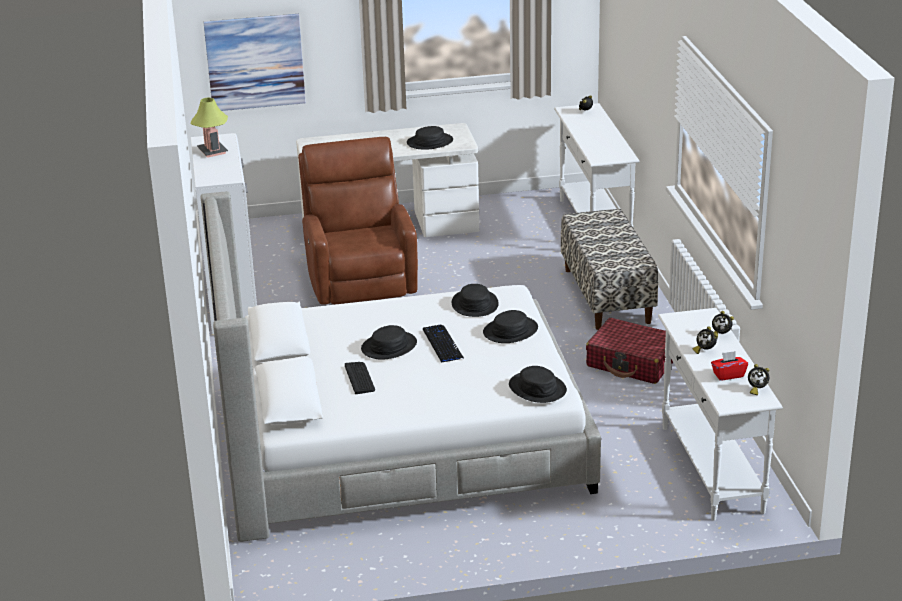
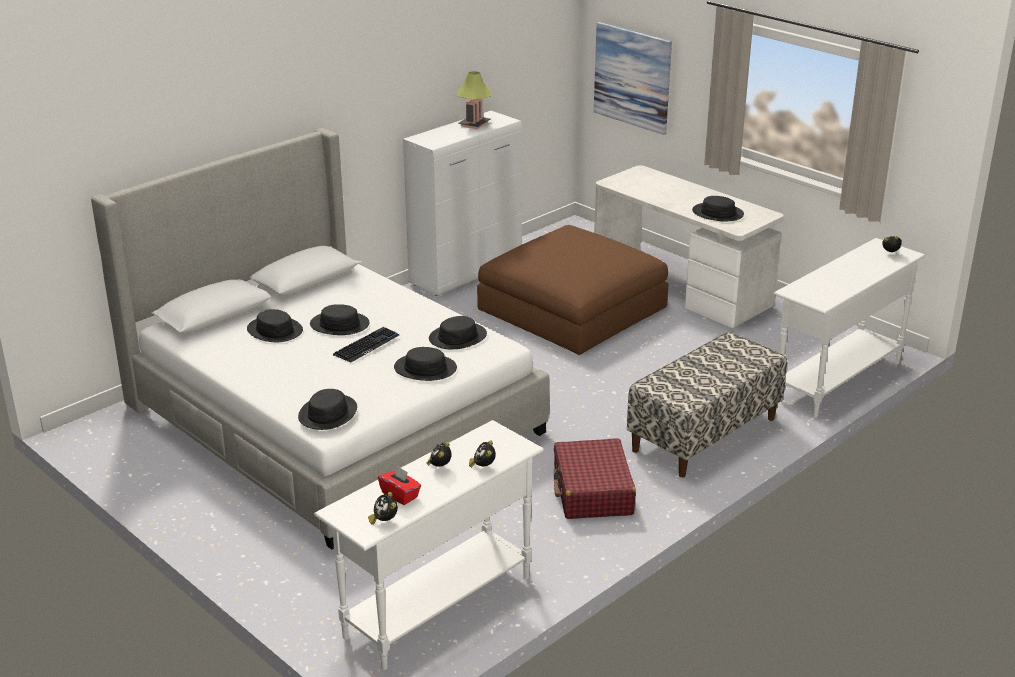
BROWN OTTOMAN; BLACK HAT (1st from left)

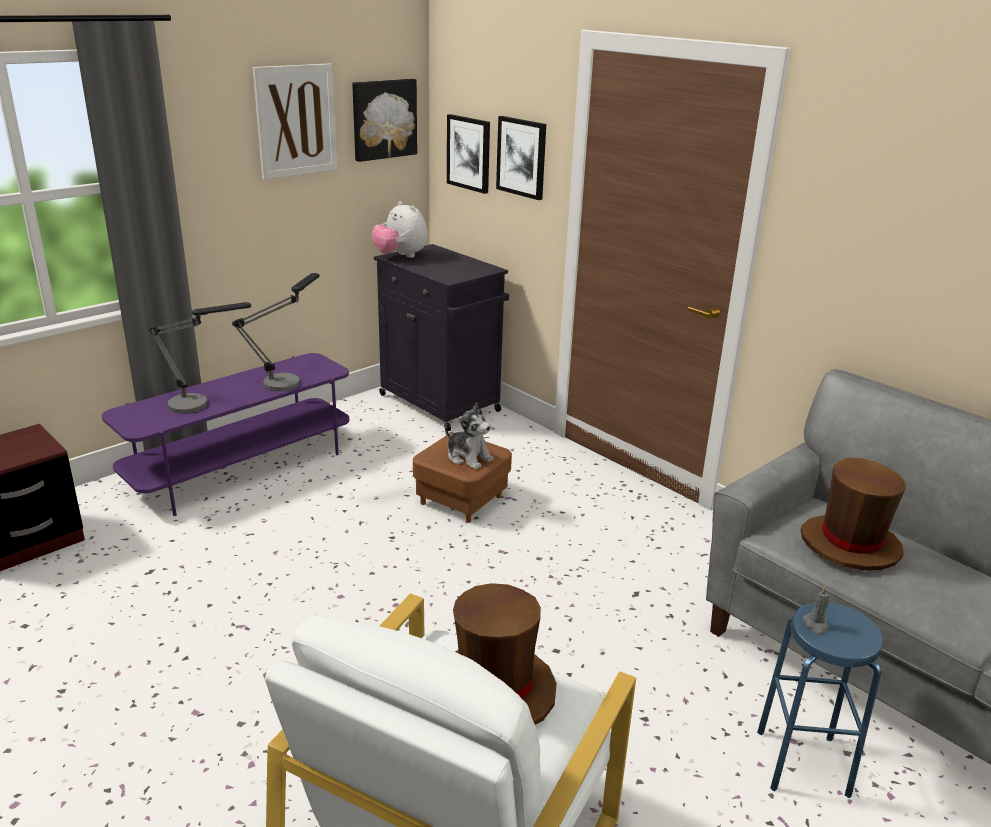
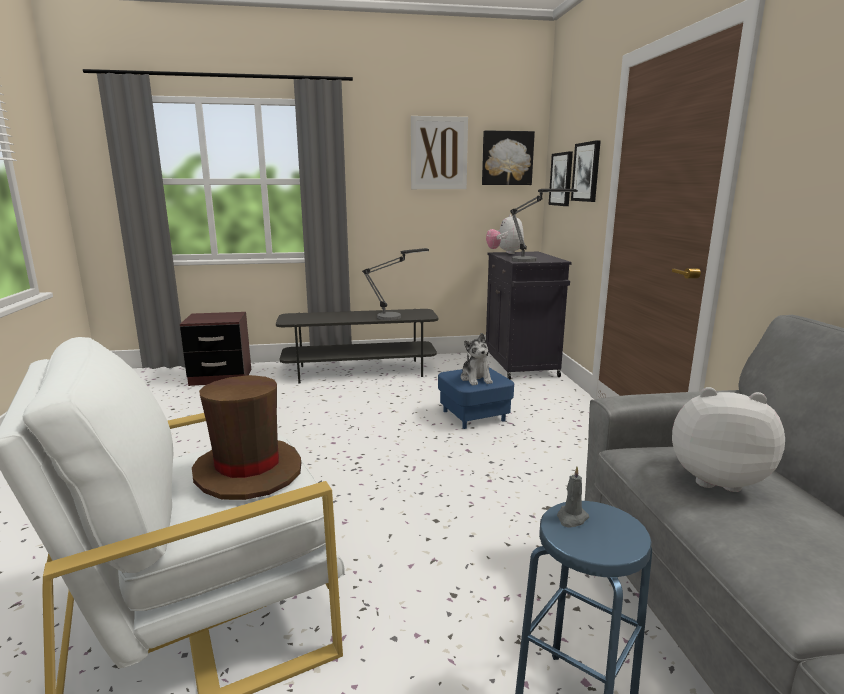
TABLE LAMP (2nd from left); GREY TV STAND; BLUE OTTOMAN; PLUSH TOY (3rd from left)

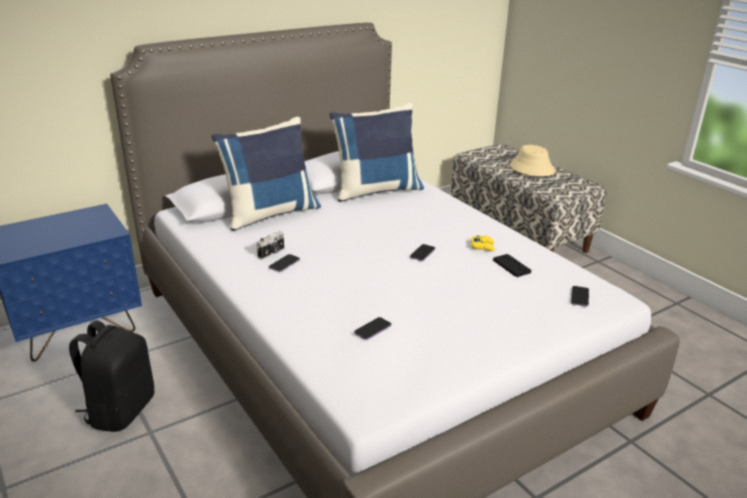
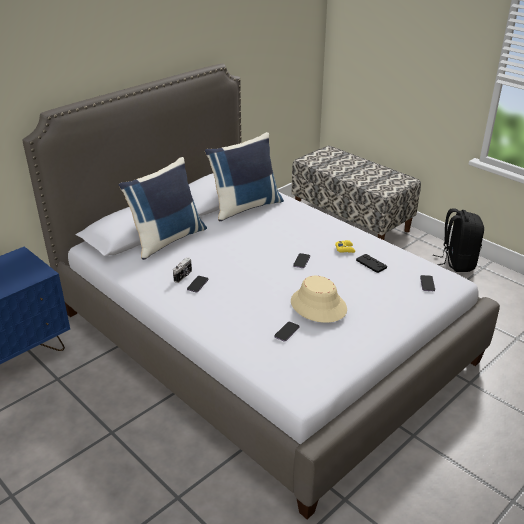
BEIGE HAT; BLACK BACKPACK

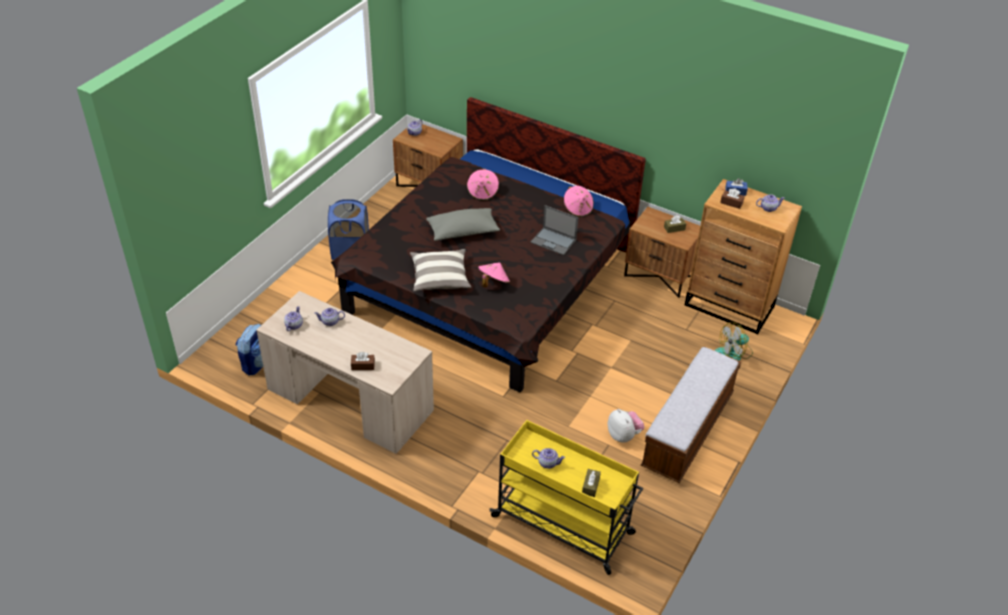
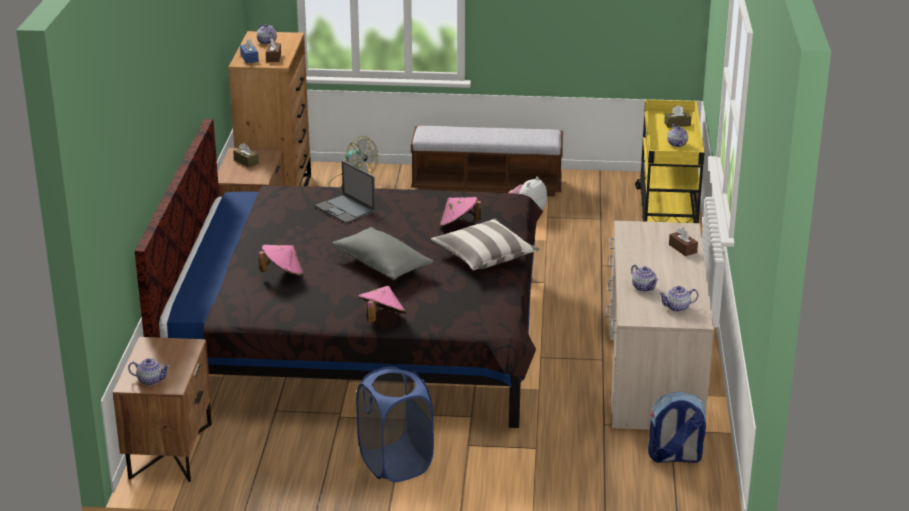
PINK HAT (2nd from left); LAPTOP

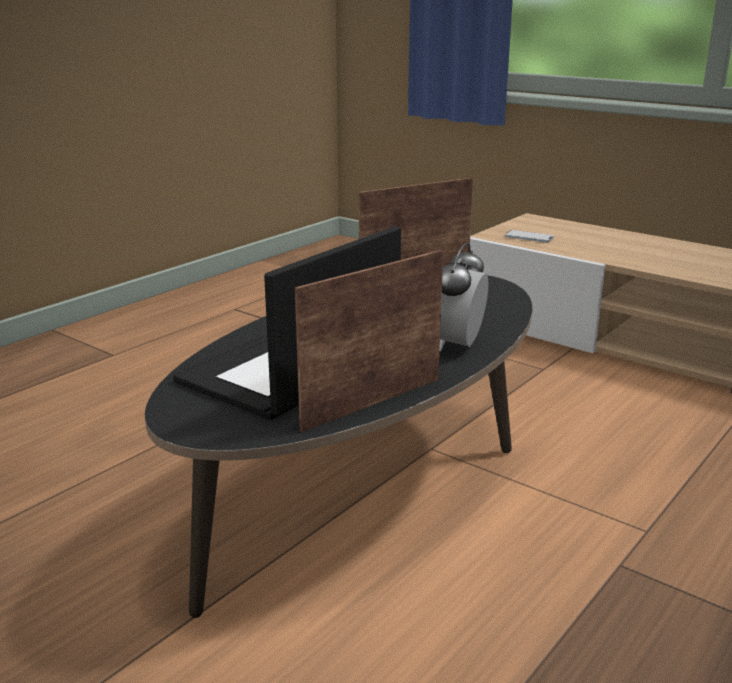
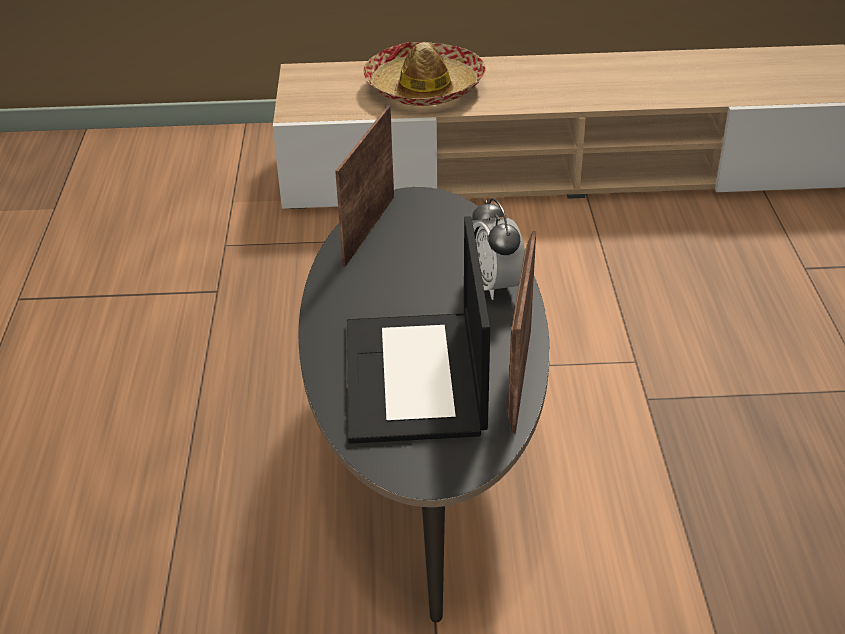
PHONE; HAT

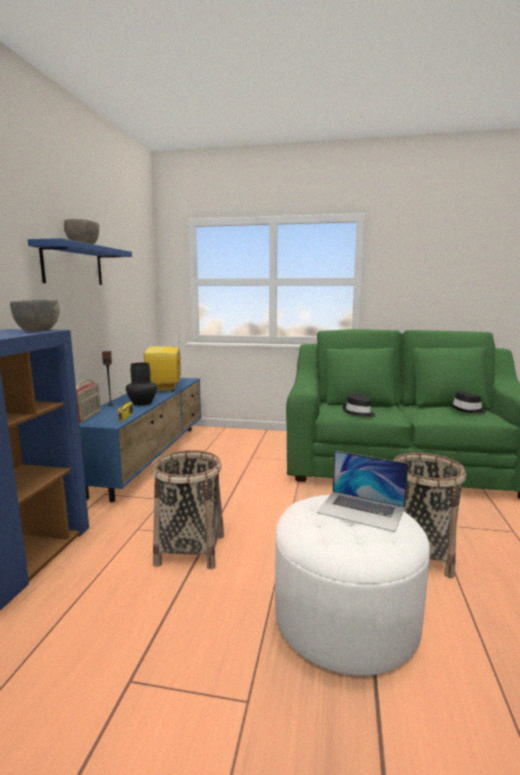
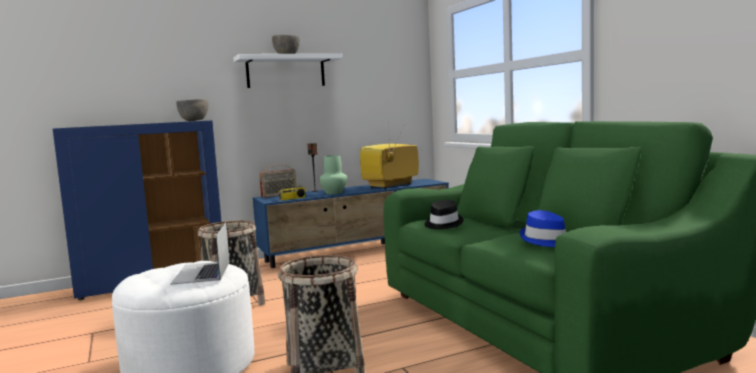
WHITE SHELF; GREEN VASE; BLUE HAT

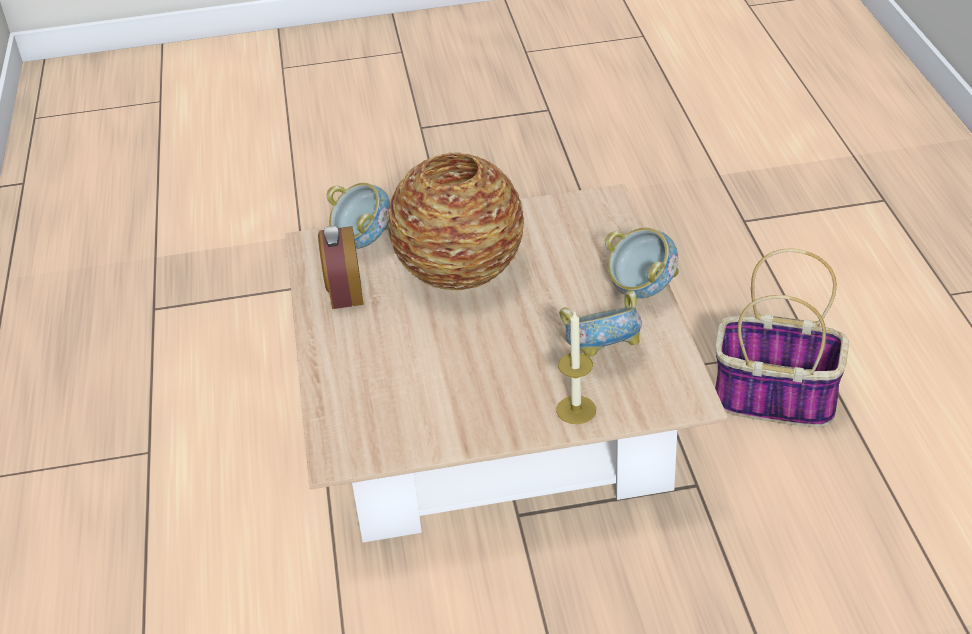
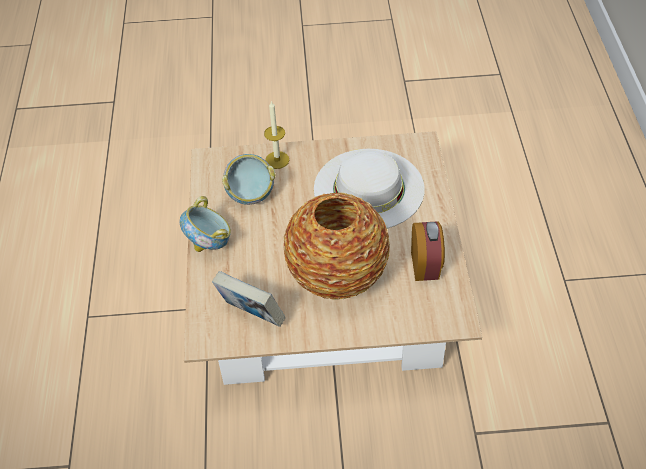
BOWL (1st from left in the first image); BASKET; WHITE HAT; BOOK

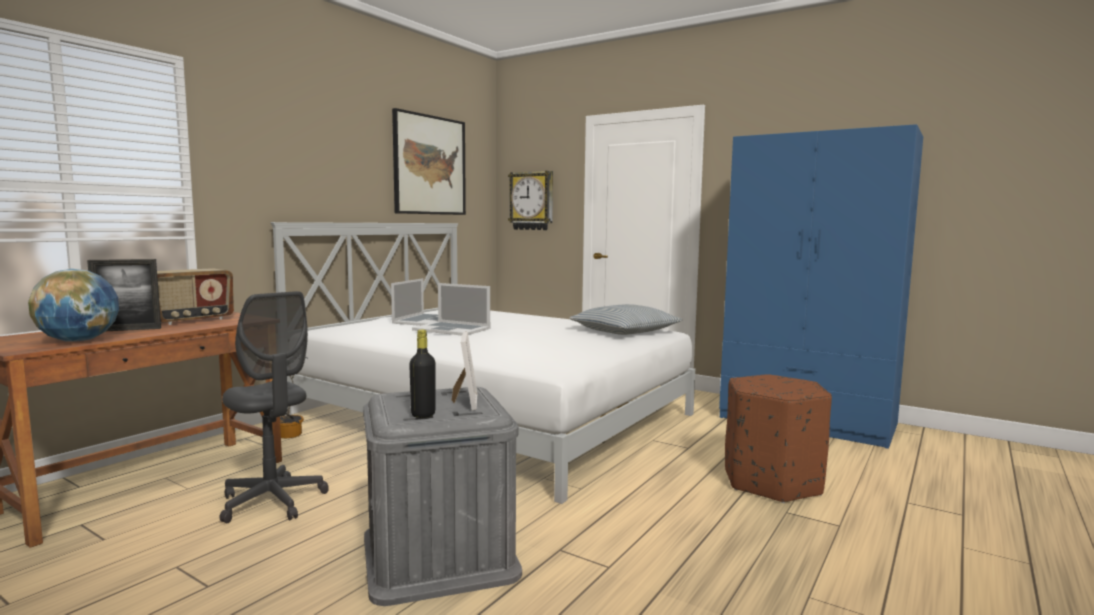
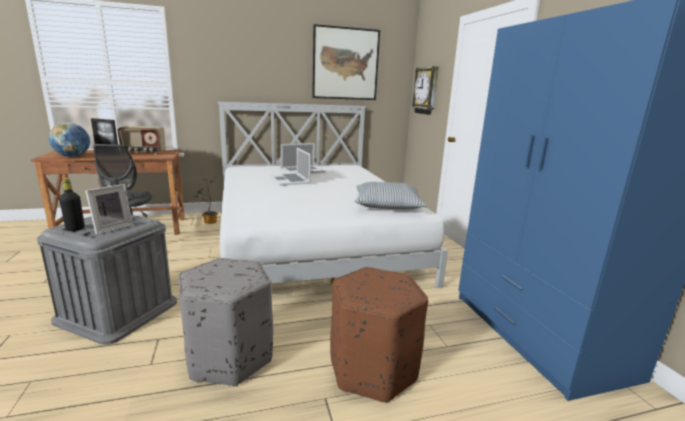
GREY OTTOMAN

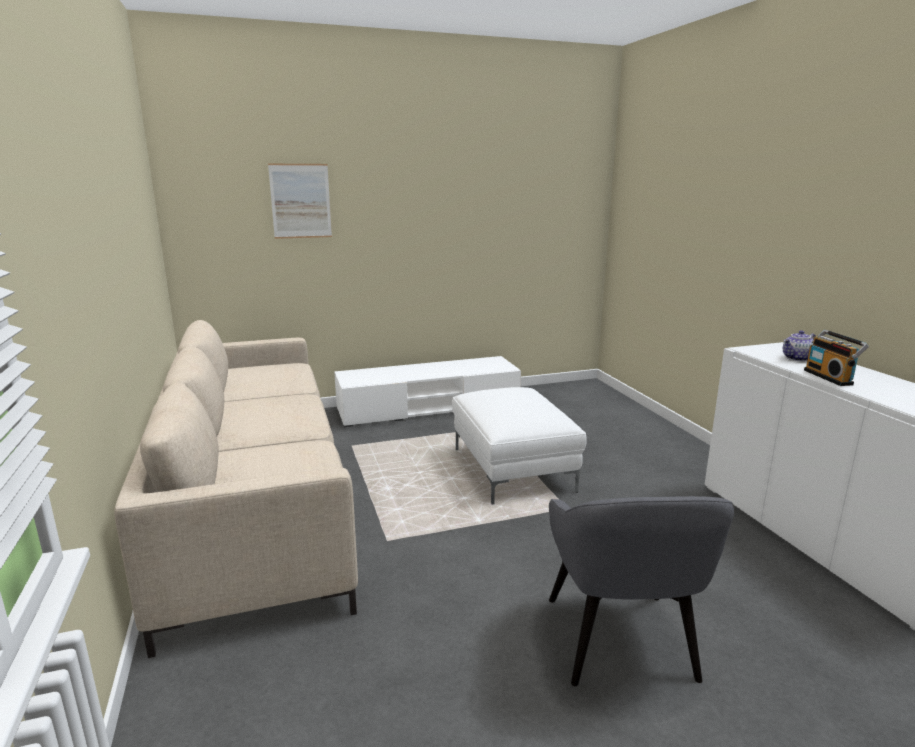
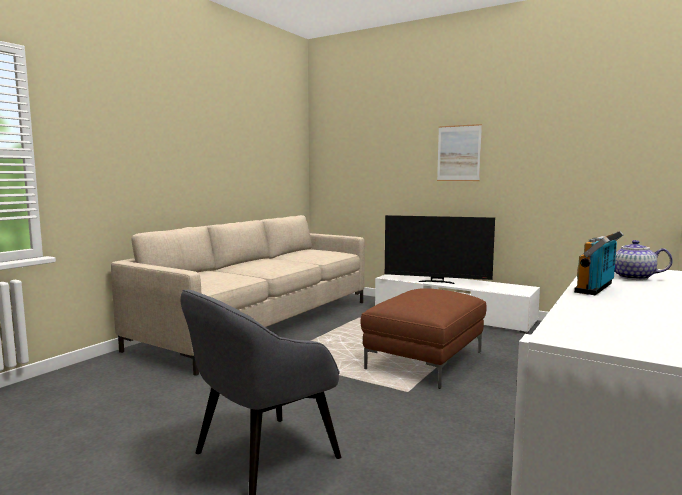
PICTURE; BROWN OTTOMAN; TELEVISION

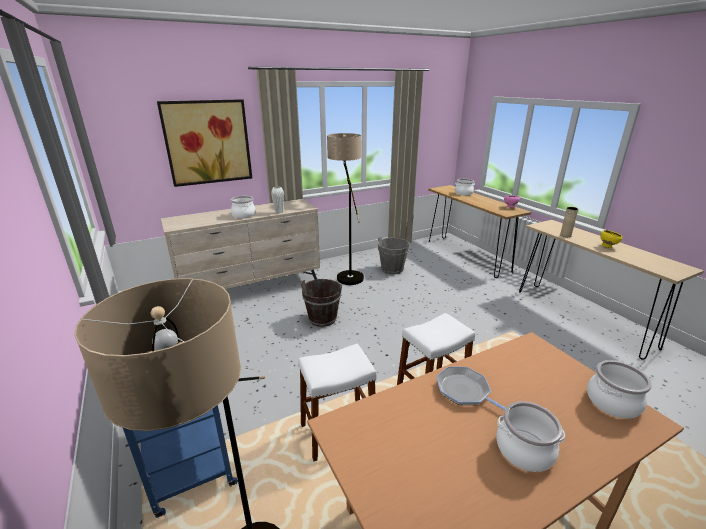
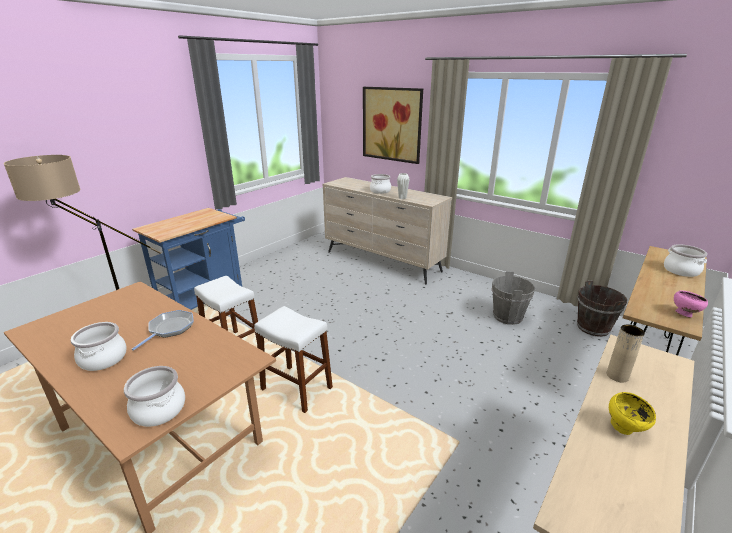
FLOOR LAMP (2nd from left in the first image); BROWN BUCKET

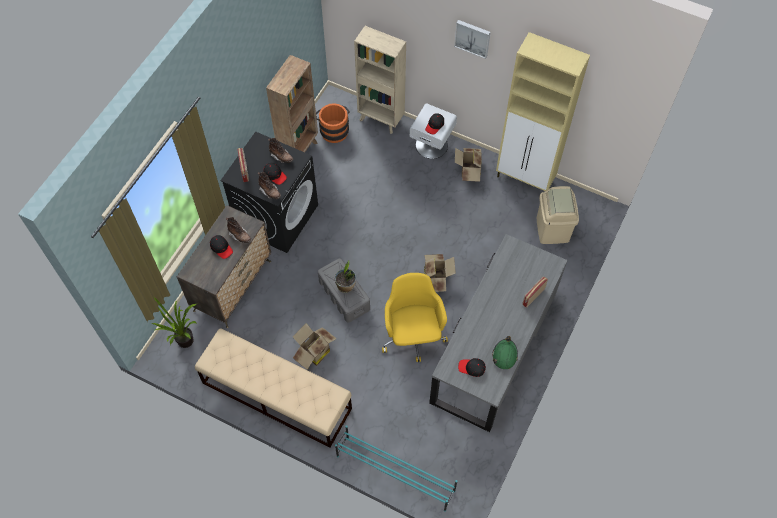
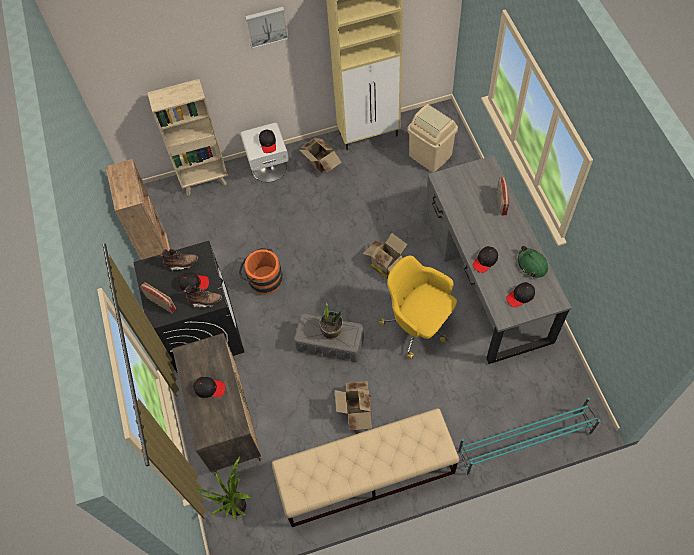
ORANGE BUCKET; BROWN BOOT (1st from left in the first image); BLACK CAP (4th from left)

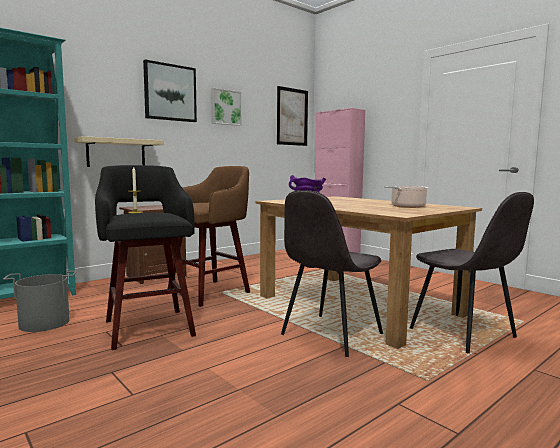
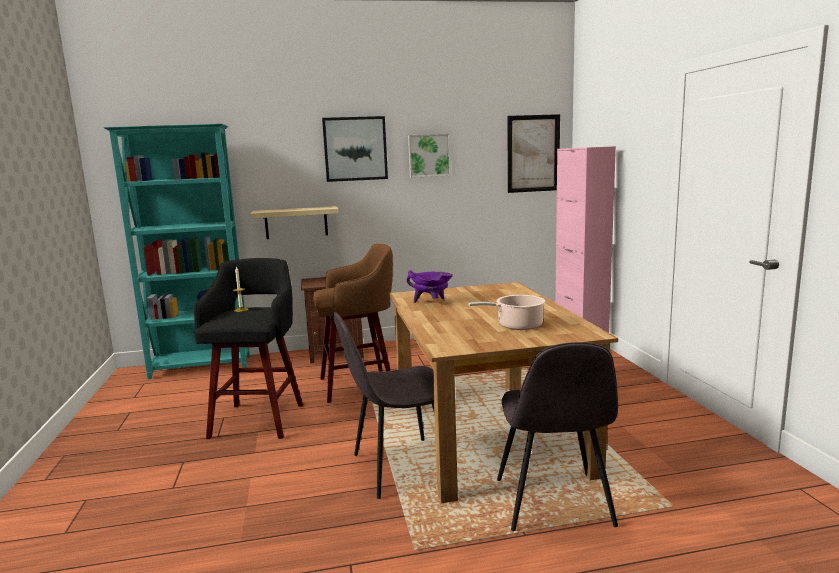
GREY BUCKET

